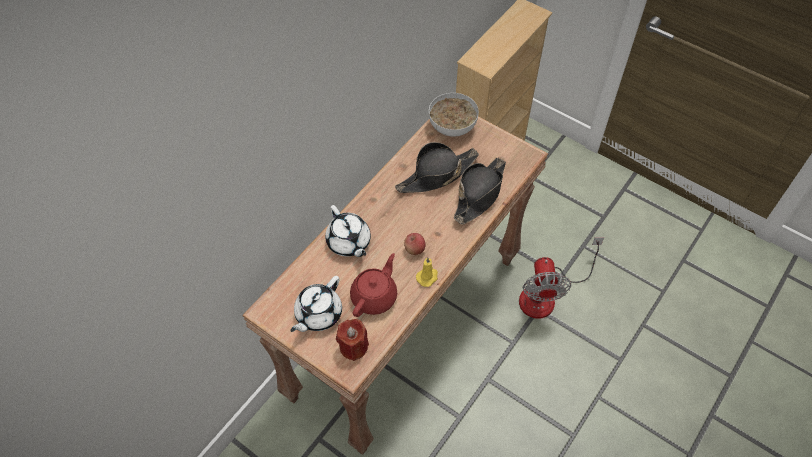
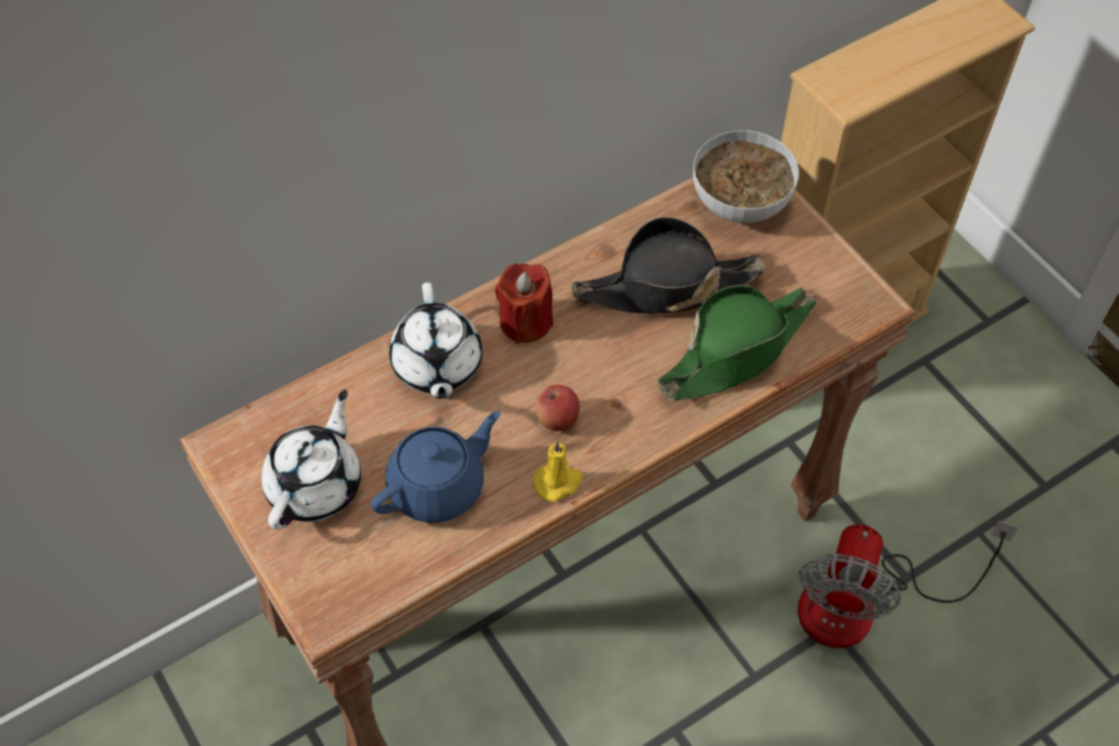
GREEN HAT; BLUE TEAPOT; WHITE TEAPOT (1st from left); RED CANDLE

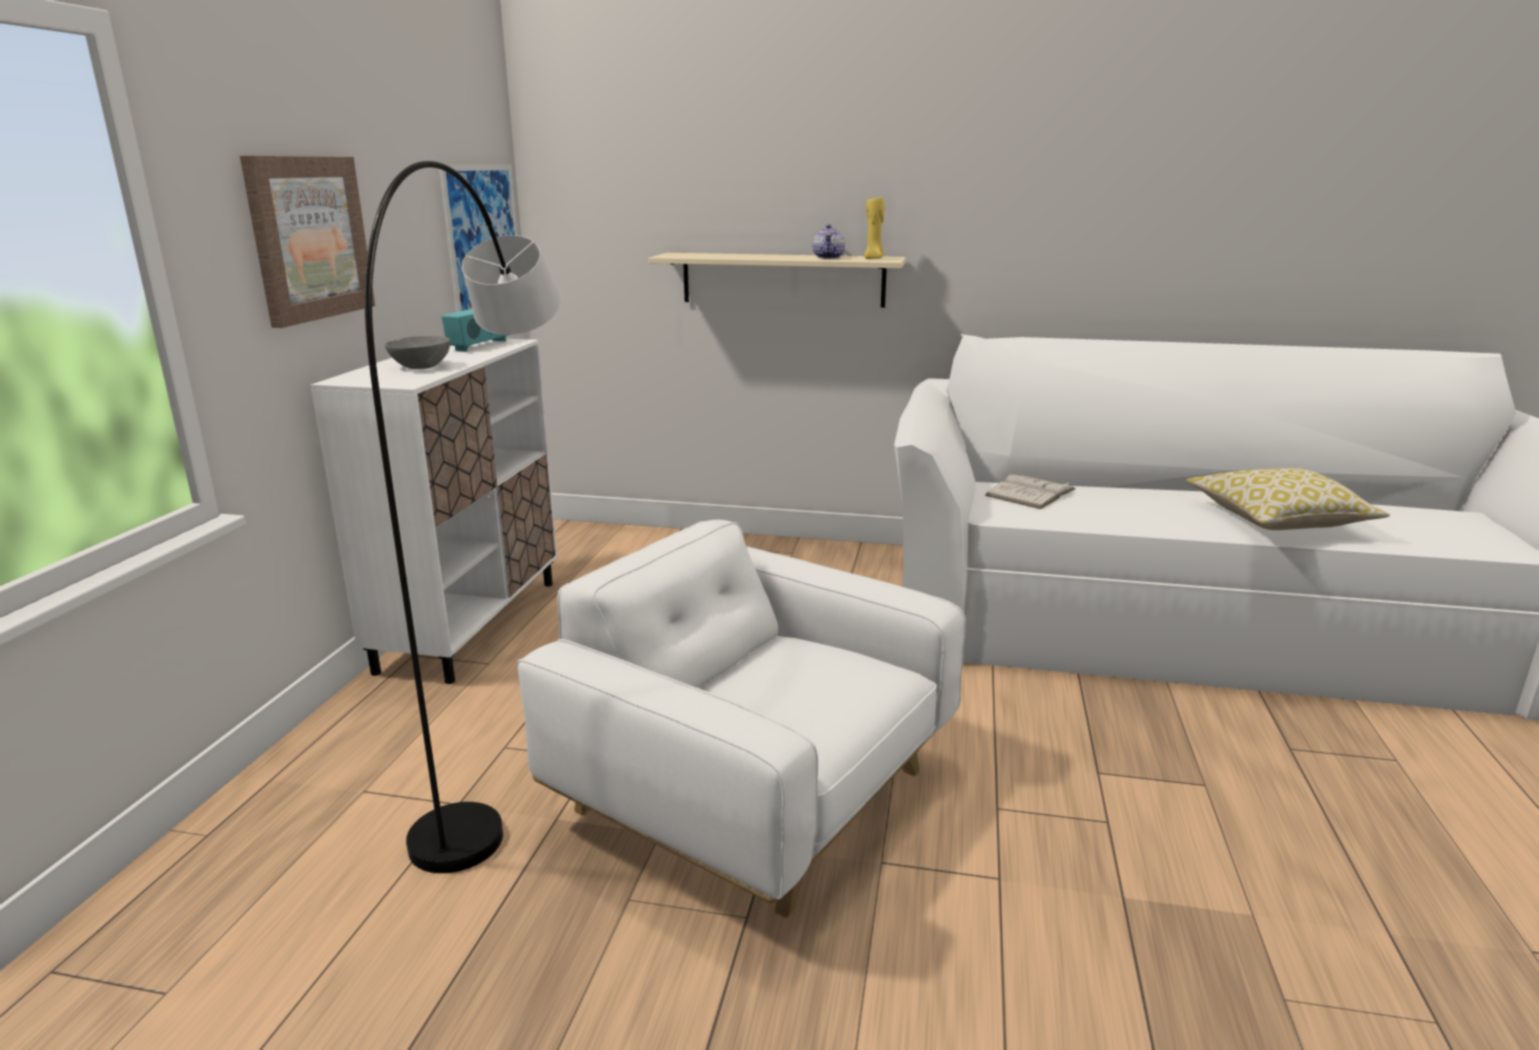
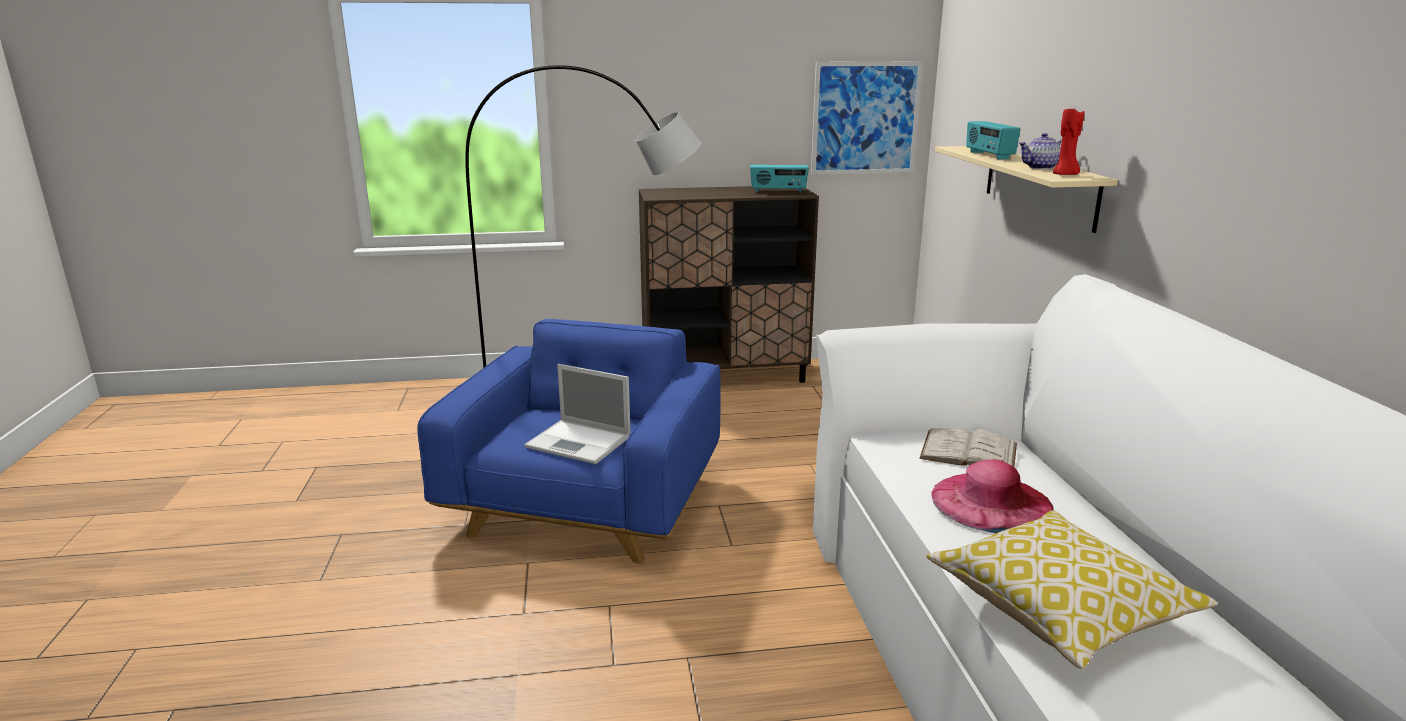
PICTURE (1st from left in the first image); RED CANDLE; GREY BOWL; BROWN CABINET; BLUE ARMCHAIR; RADIO (2nd from left); LAPTOP; PINK HAT

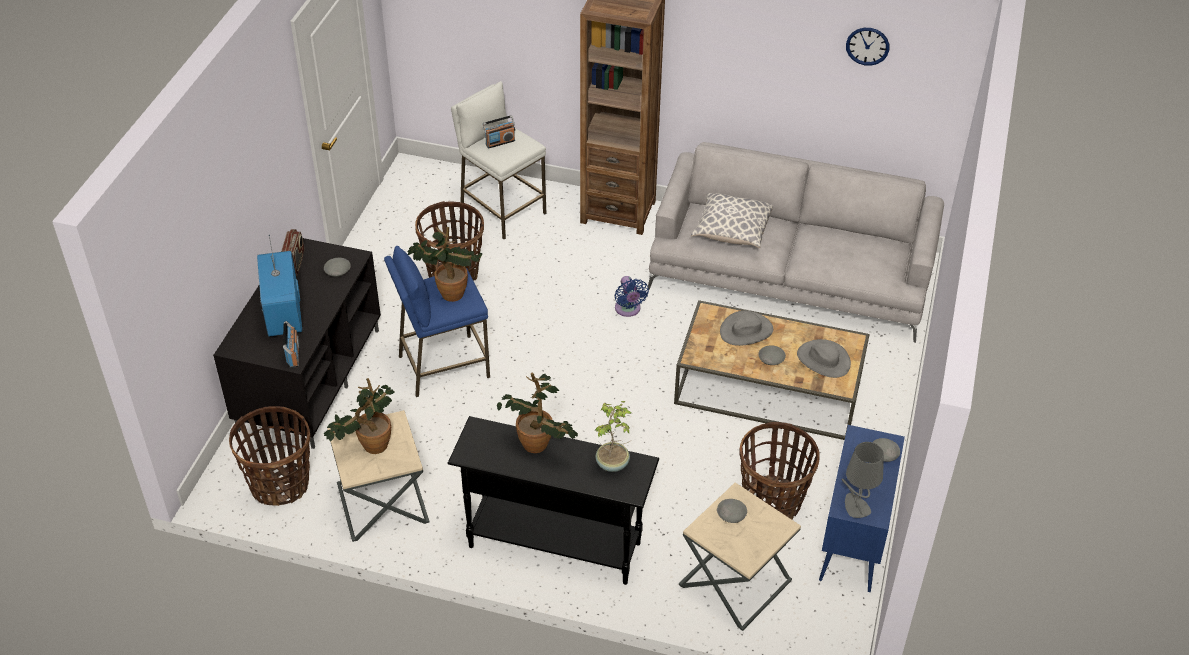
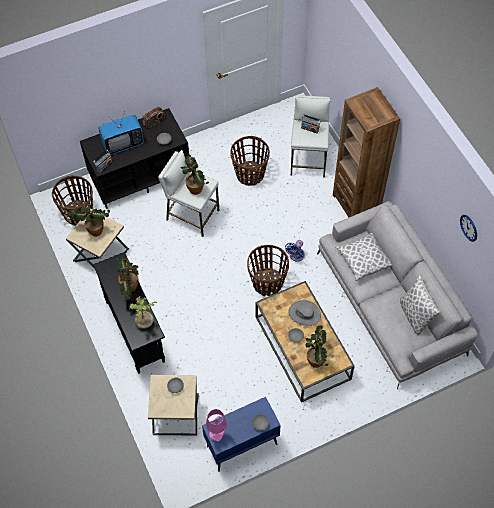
TELEVISION; WHITE STOOL (1st from left); POTTED PLANT (5th from left); BASKET (3rd from left); PINK TABLE LAMP; PILLOW (2nd from left)

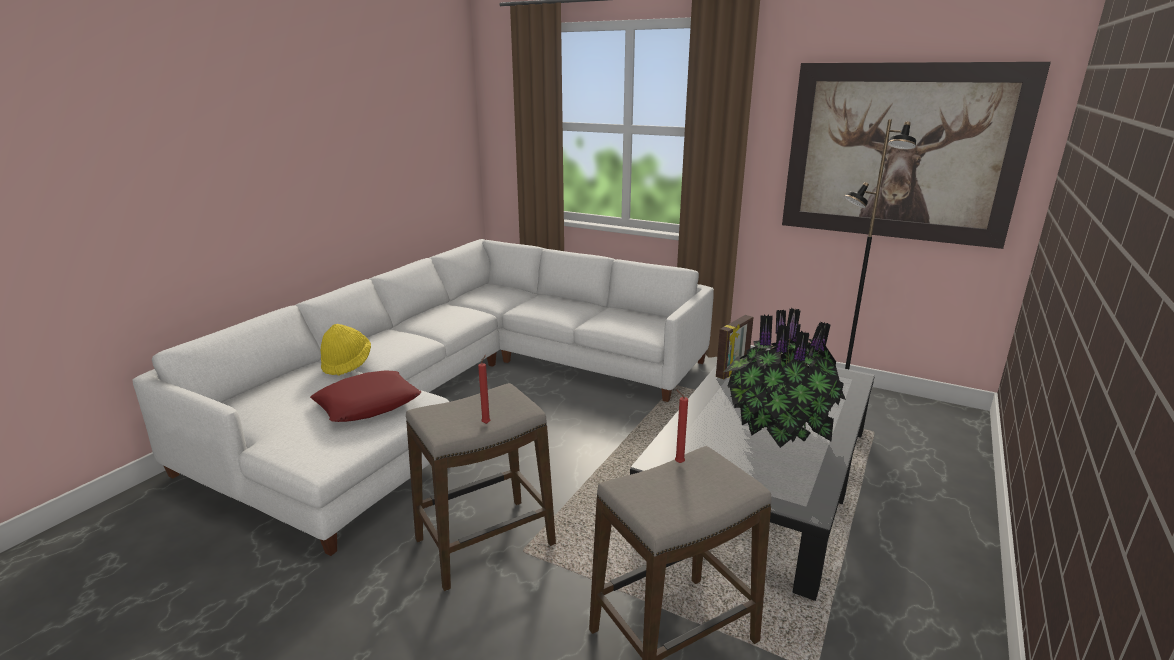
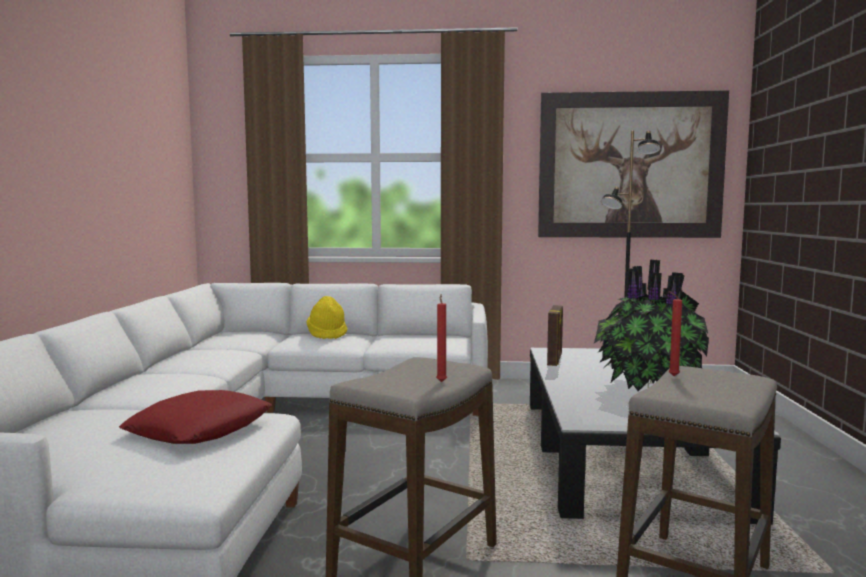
YELLOW HAT

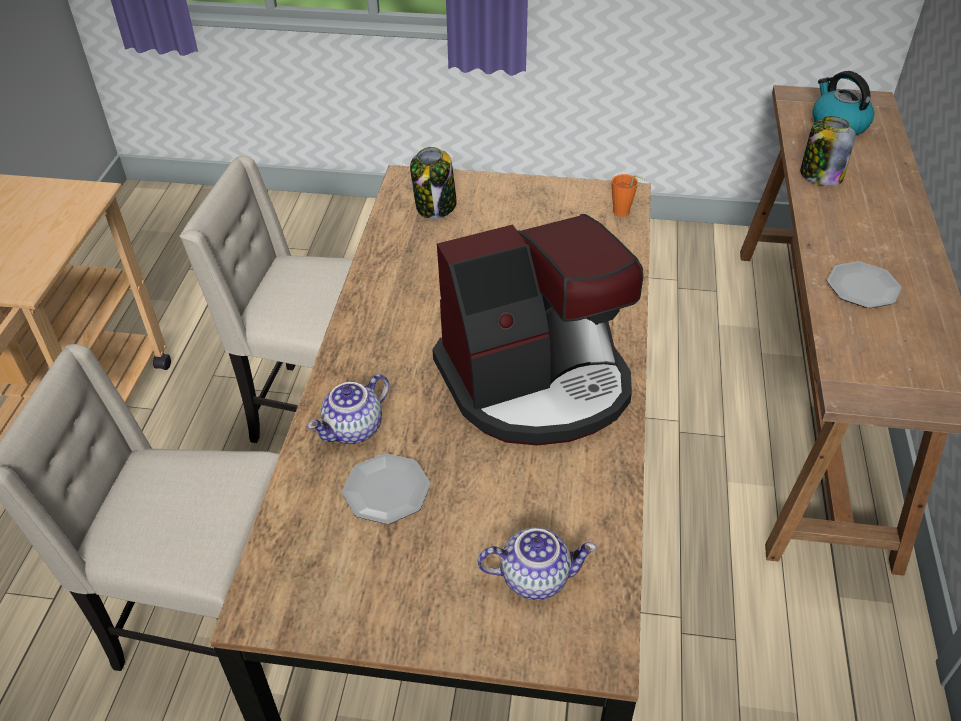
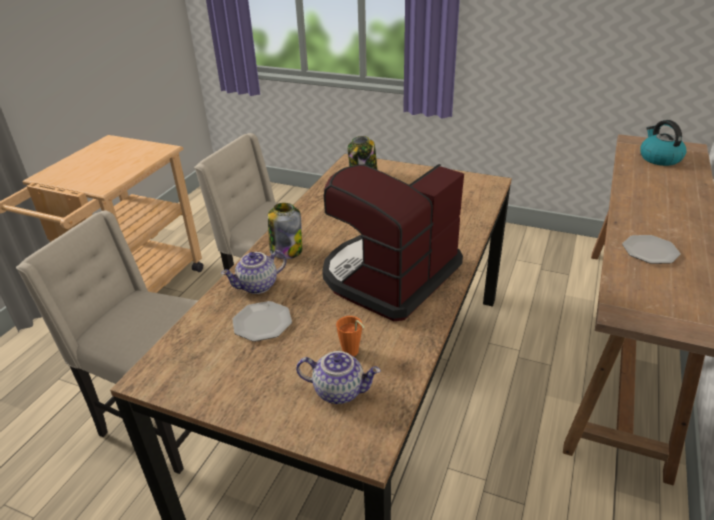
JAR (1st from left); ORANGE CUP; COFFEE MACHINE

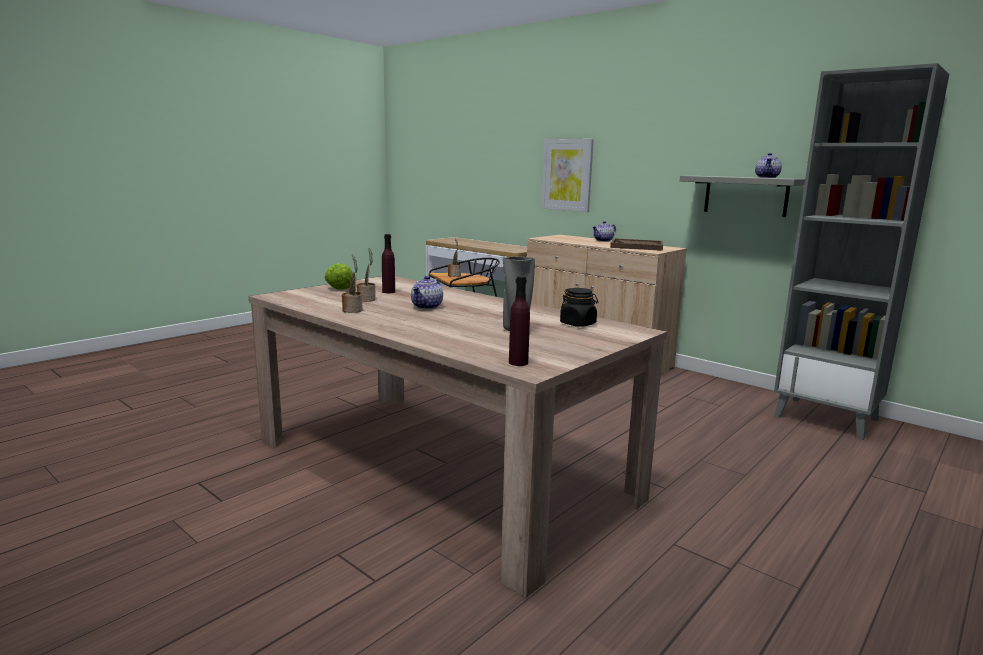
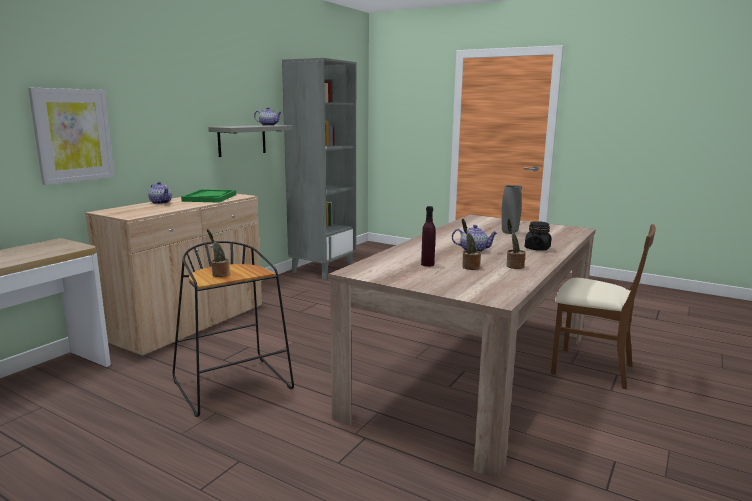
GREEN TRAY; LETTUCE; PURPLE BOTTLE (2nd from left in the first image); BLACK JAR; BROWN CHAIR

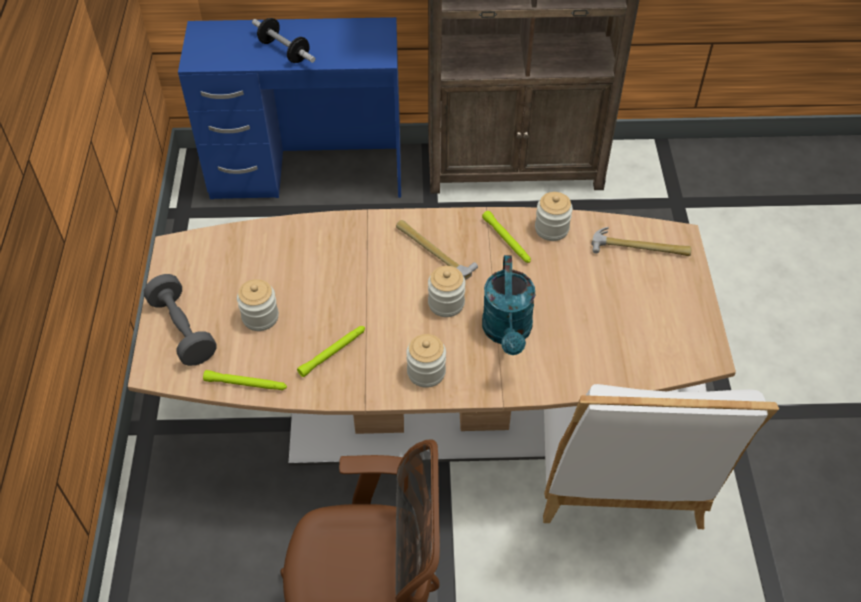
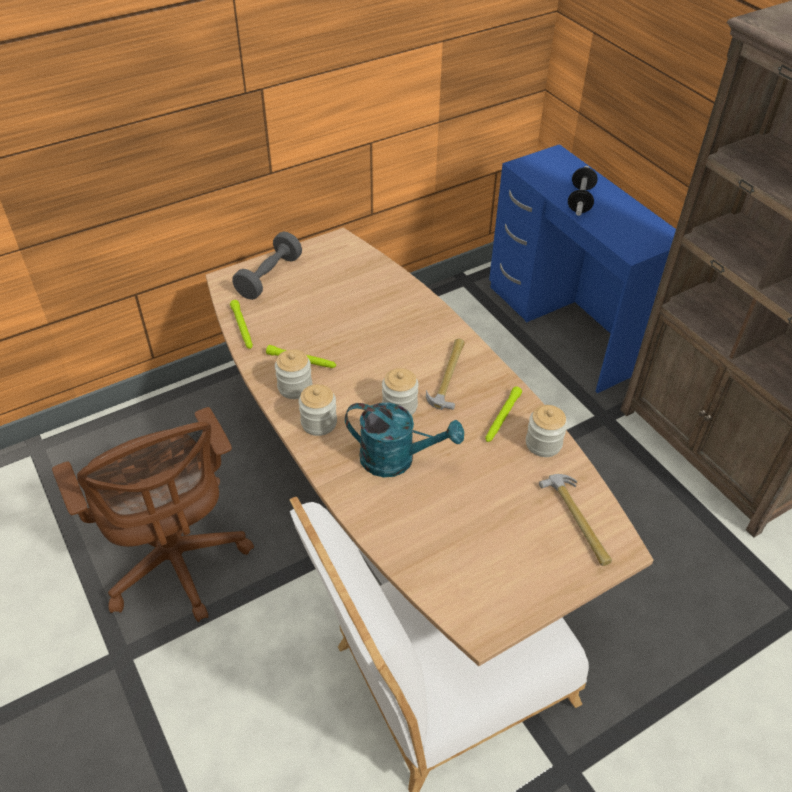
TURQUOISE WATERING CAN; JAR (1st from left)

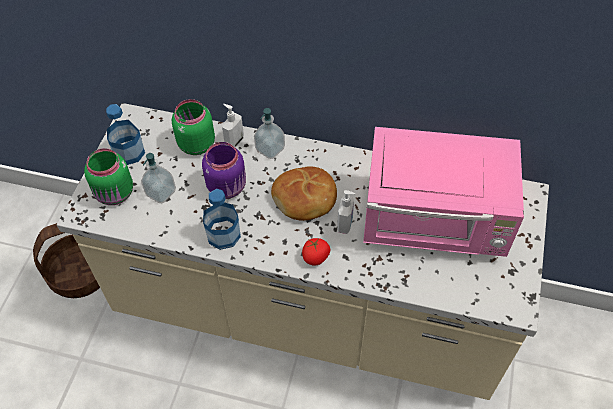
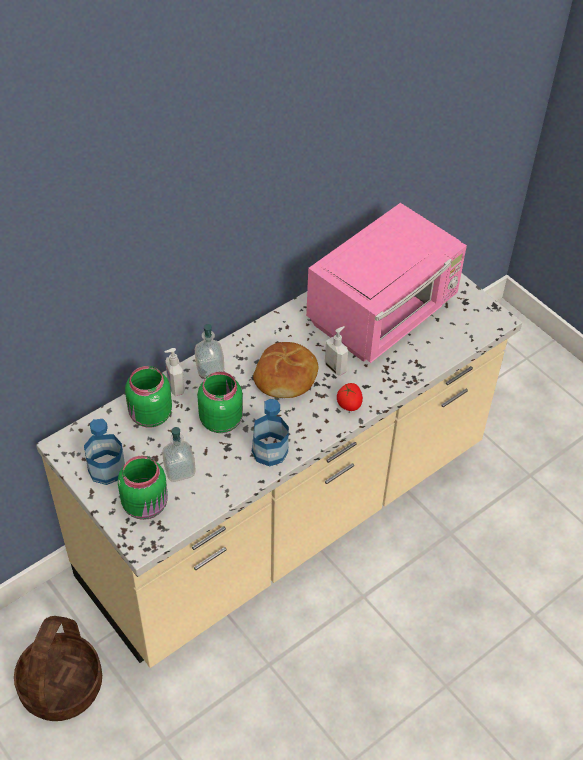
GREEN JAR (3rd from left)

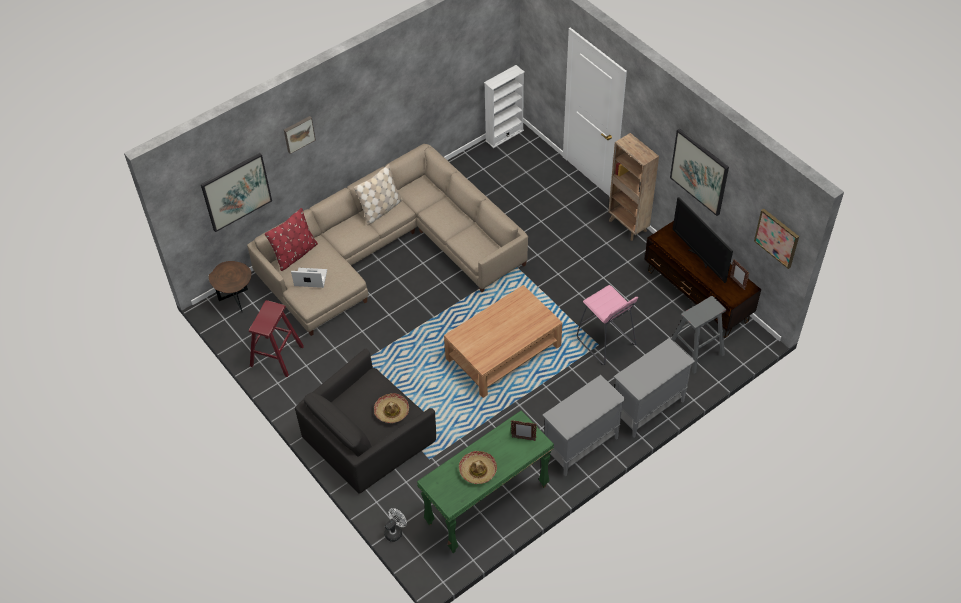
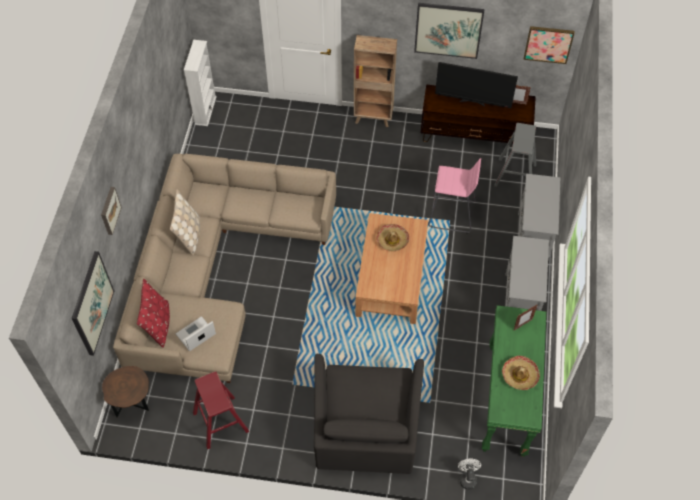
HAT (1st from left)

